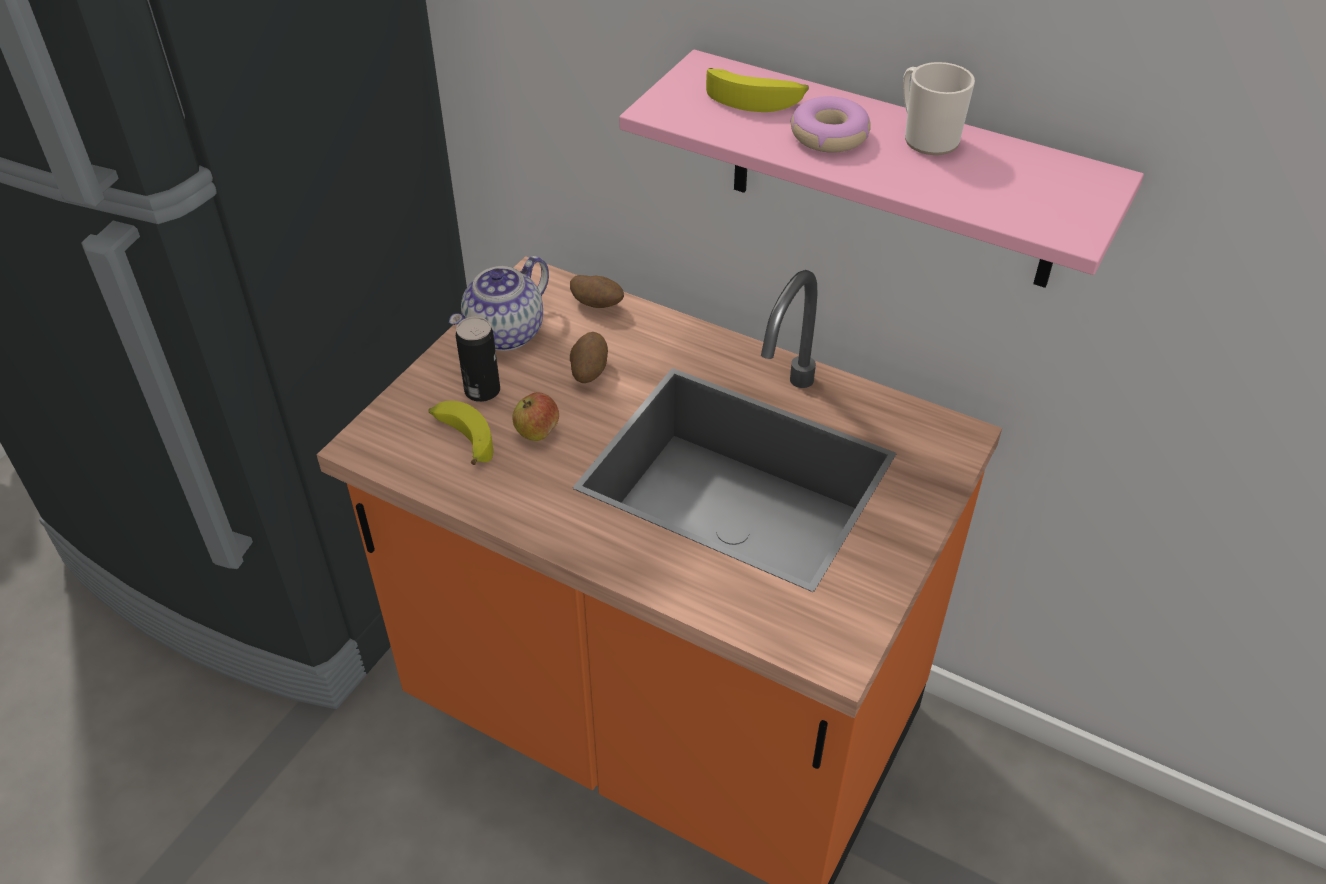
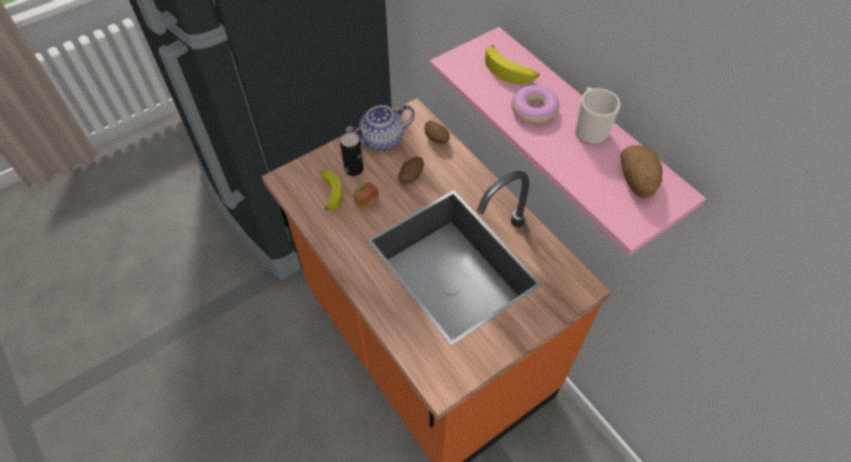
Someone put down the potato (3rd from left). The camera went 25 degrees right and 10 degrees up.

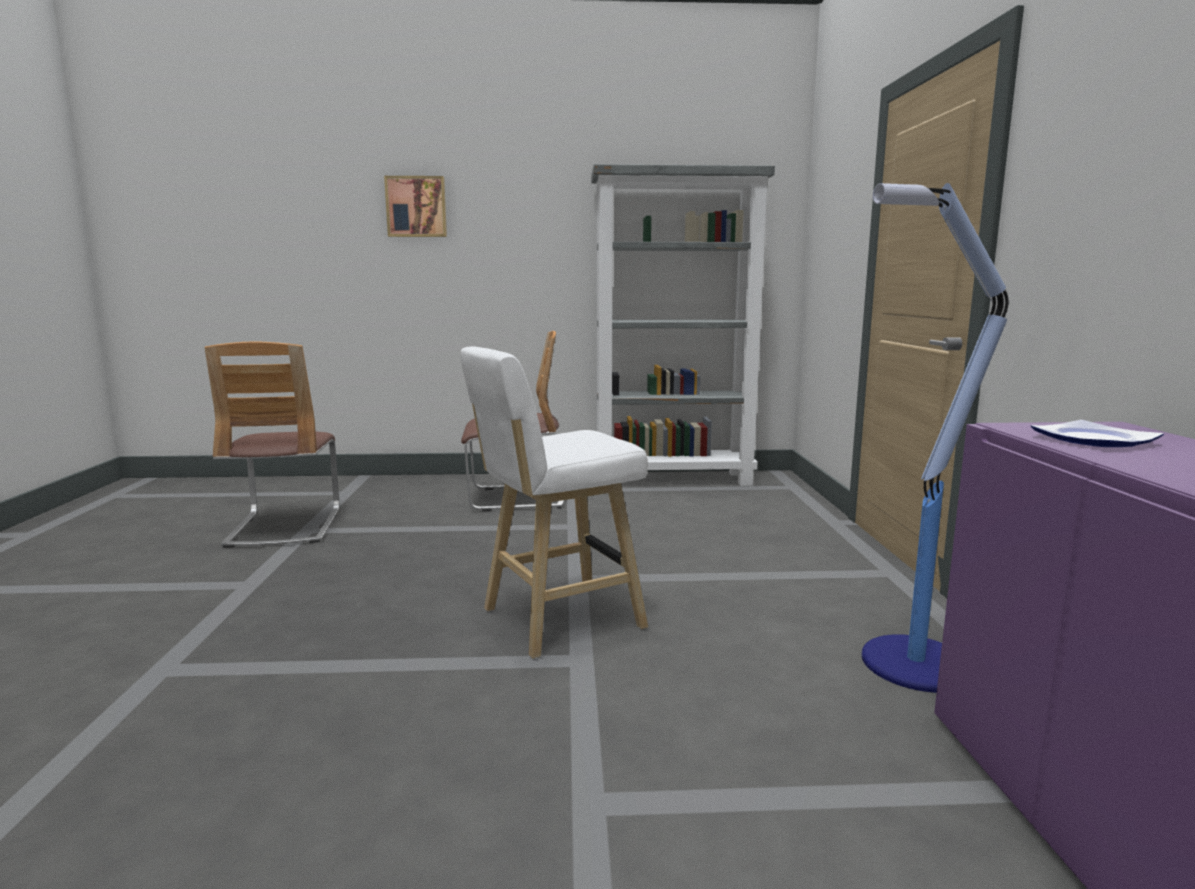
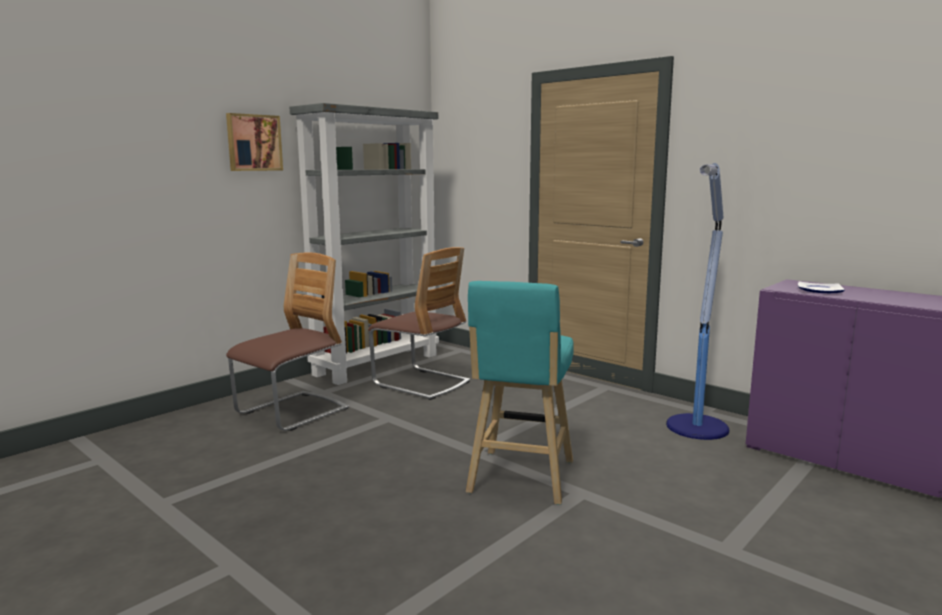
Someone carried the picture. Someone carried the chair (1st from left in the first image). Someone repainted the stool/white, which became the stool/turquoise. The camera went 45 degrees left and 0 degrees up.

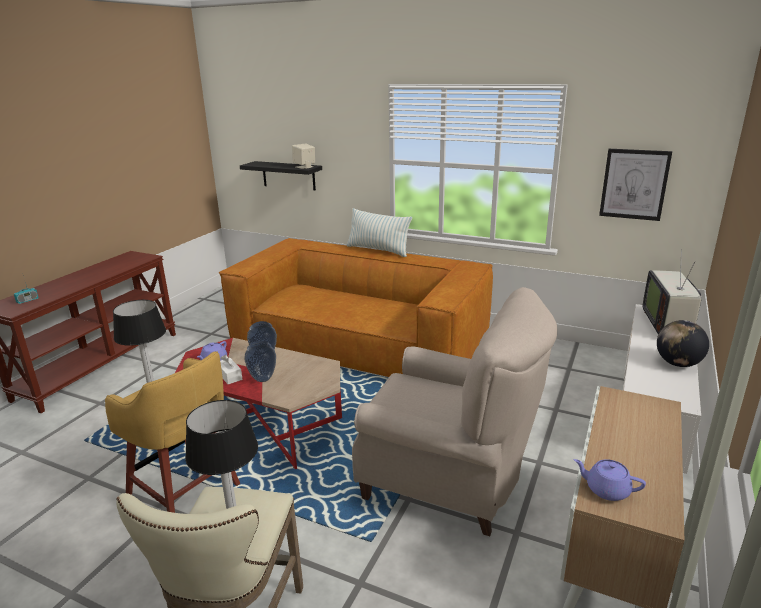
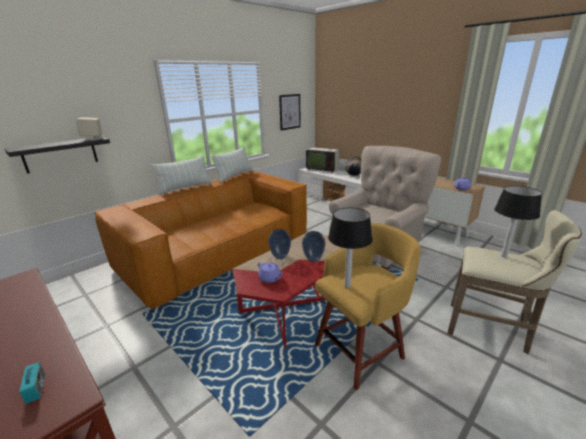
Someone put down the pillow (2nd from left). Someone took away the tissue box/white. The camera went 70 degrees left and 0 degrees up.

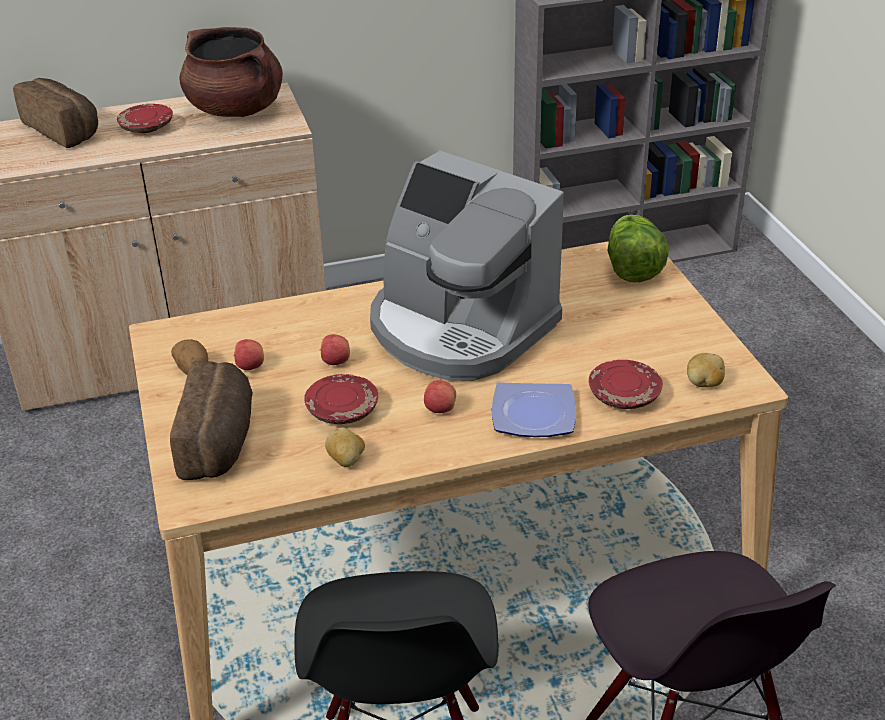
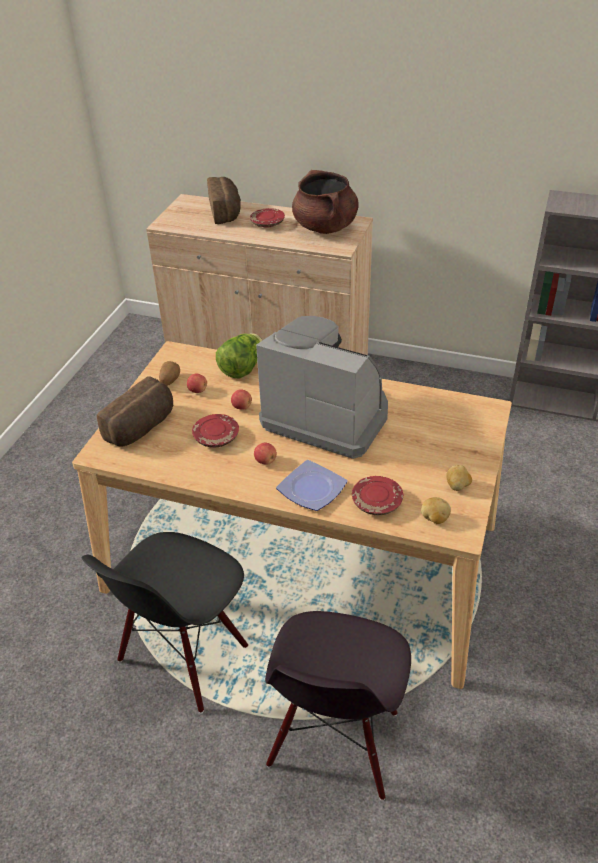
Someone carried the lettuce. Someone rotated the coffee machine by 135 degrees clockwise. Someone carried the potato (2nd from left in the first image). The camera went 35 degrees right and 5 degrees up.

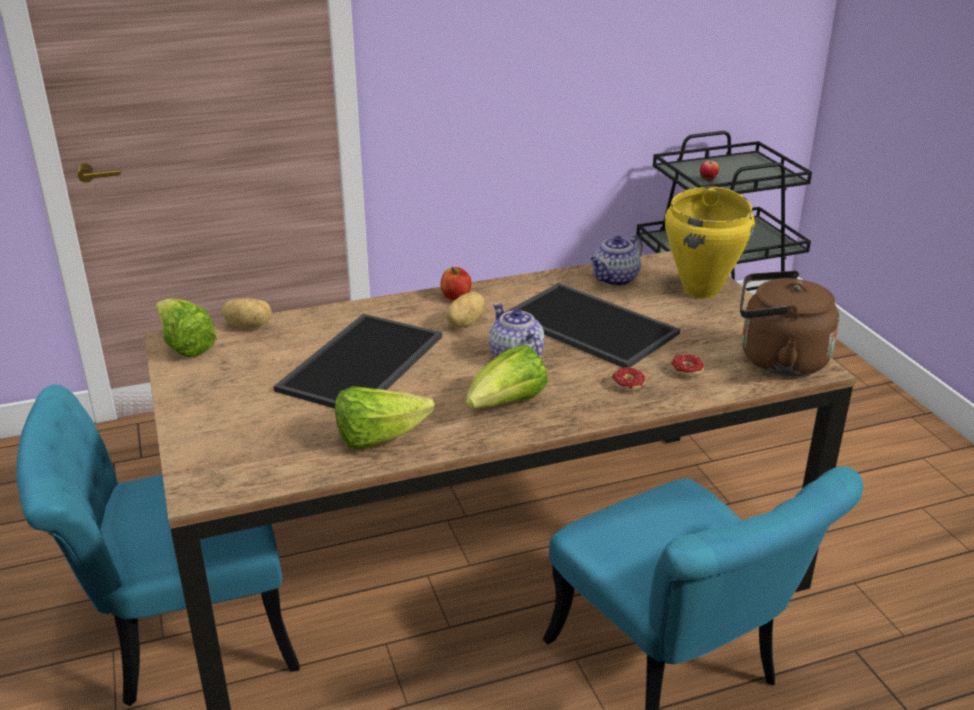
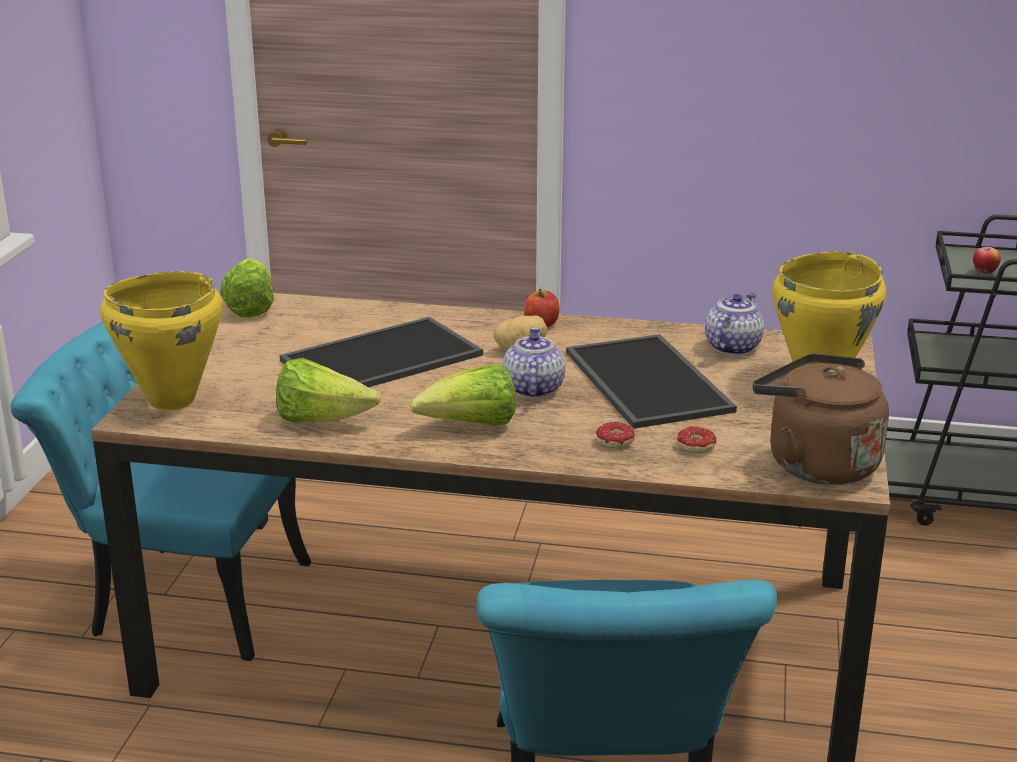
Someone put down the cooking pot/yellow (1st from left). Someone rotated the teapot (2nd from left) by 135 degrees clockwise. Someone took away the potato (1st from left). The camera went 30 degrees right and 5 degrees down.

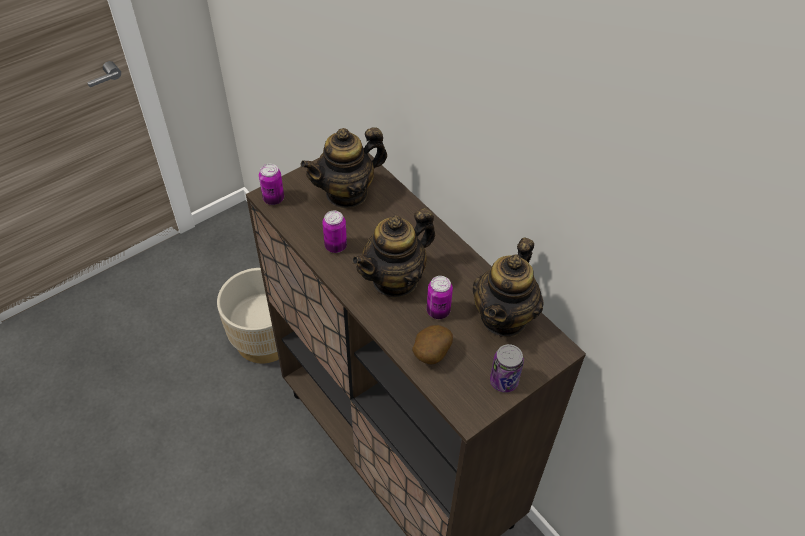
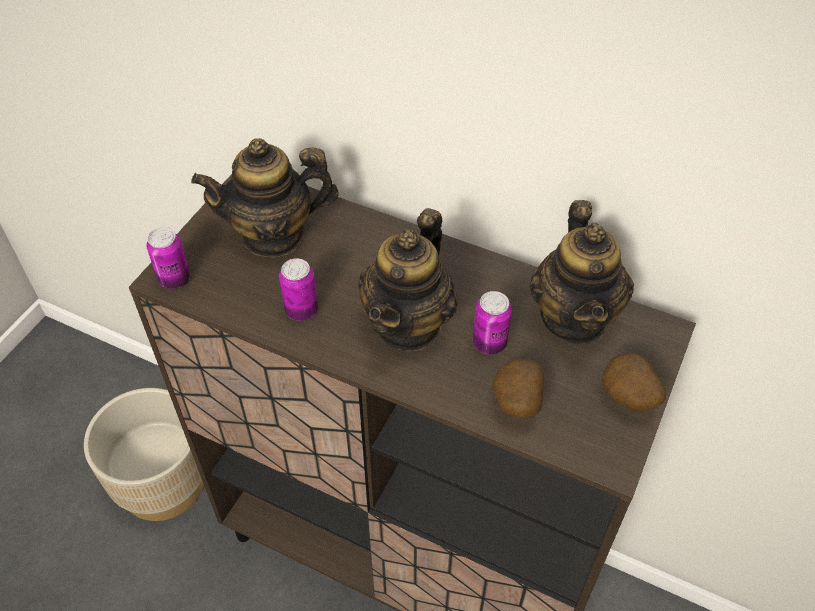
Someone rotated the teapot (1st from left) by 45 degrees clockwise. Someone swapped the can (4th from left) for the potato (2nd from left). The camera went 25 degrees left and 0 degrees up.

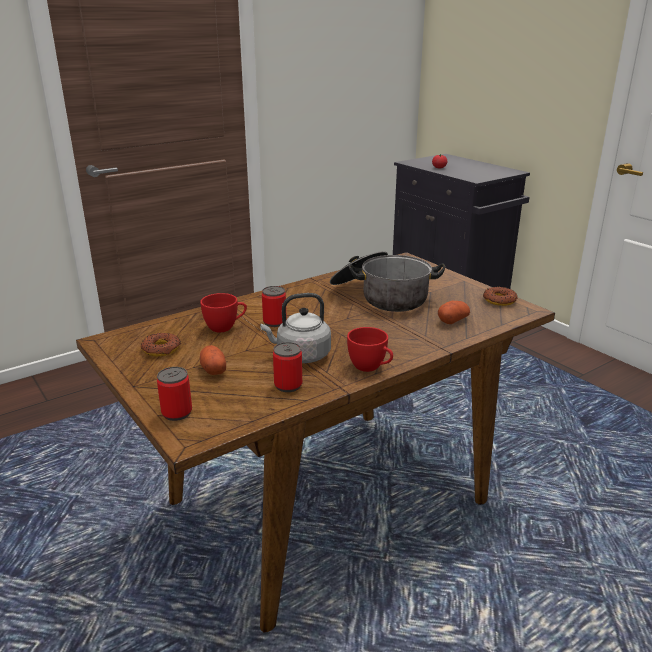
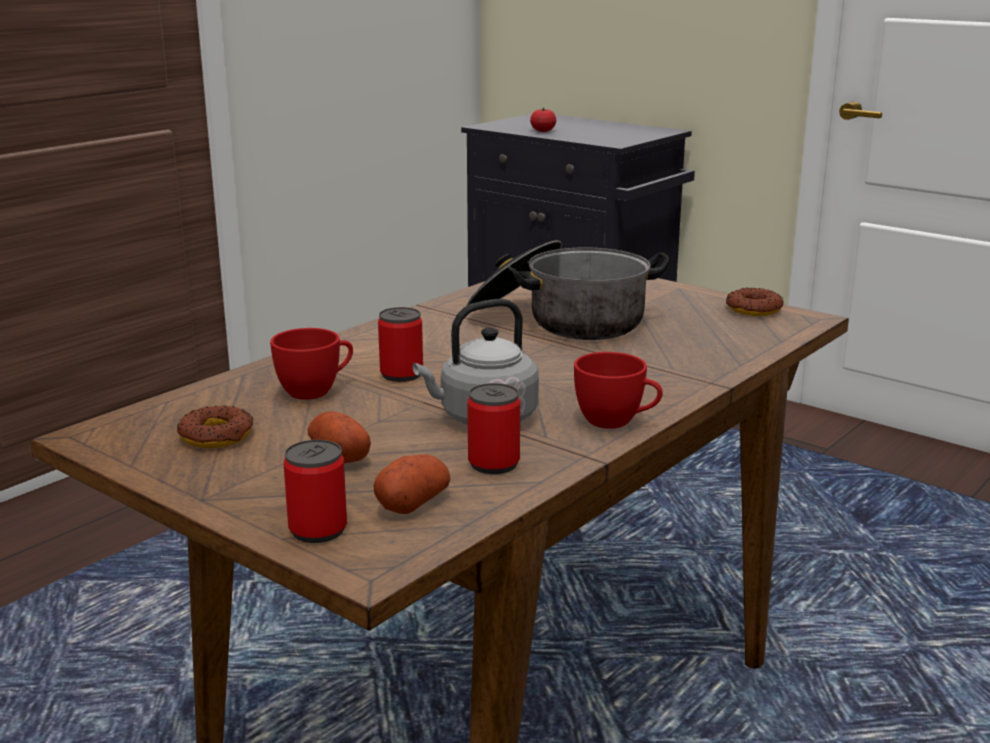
Someone carried the potato (2nd from left). The camera went 15 degrees left and 5 degrees down.

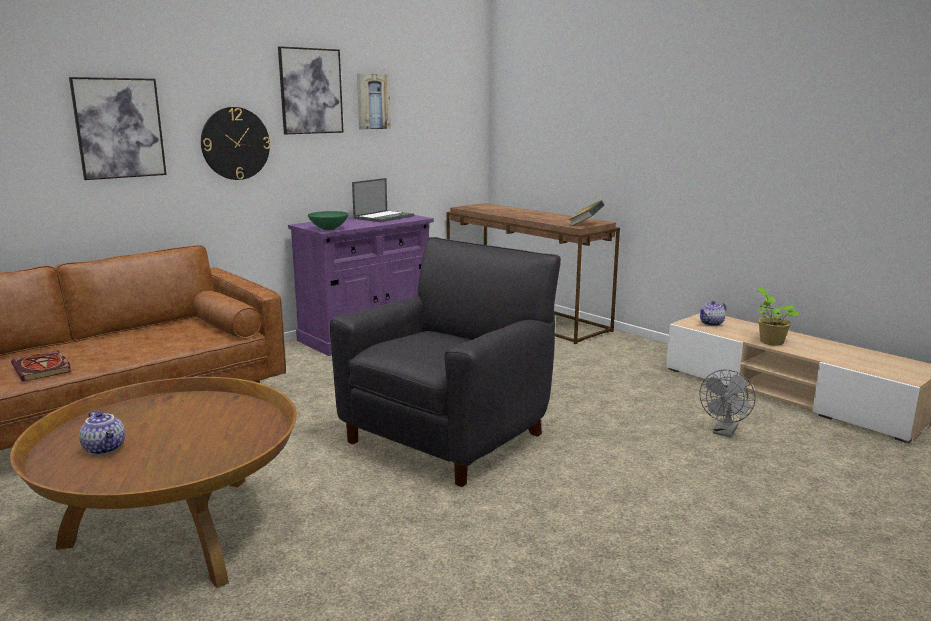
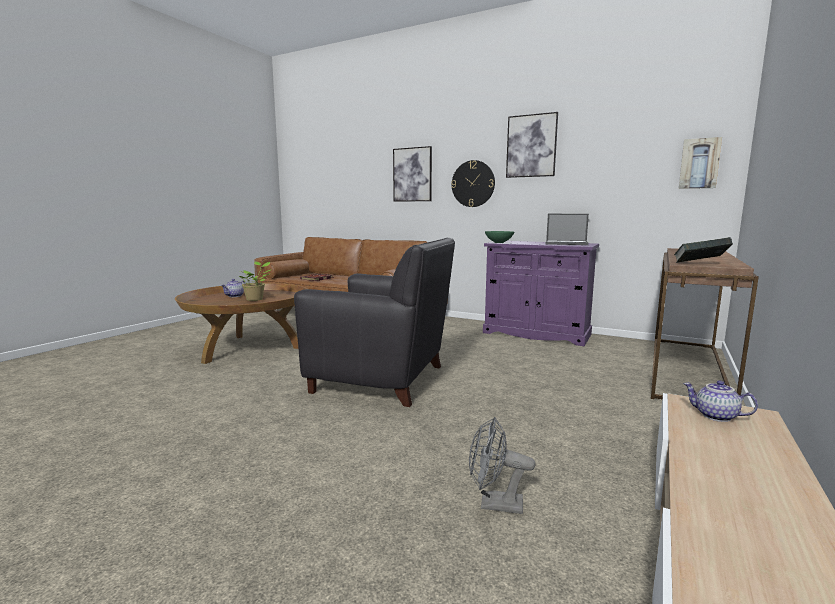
Someone carried the potted plant. Someone carried the picture (3rd from left). The camera went 70 degrees right and 5 degrees down.

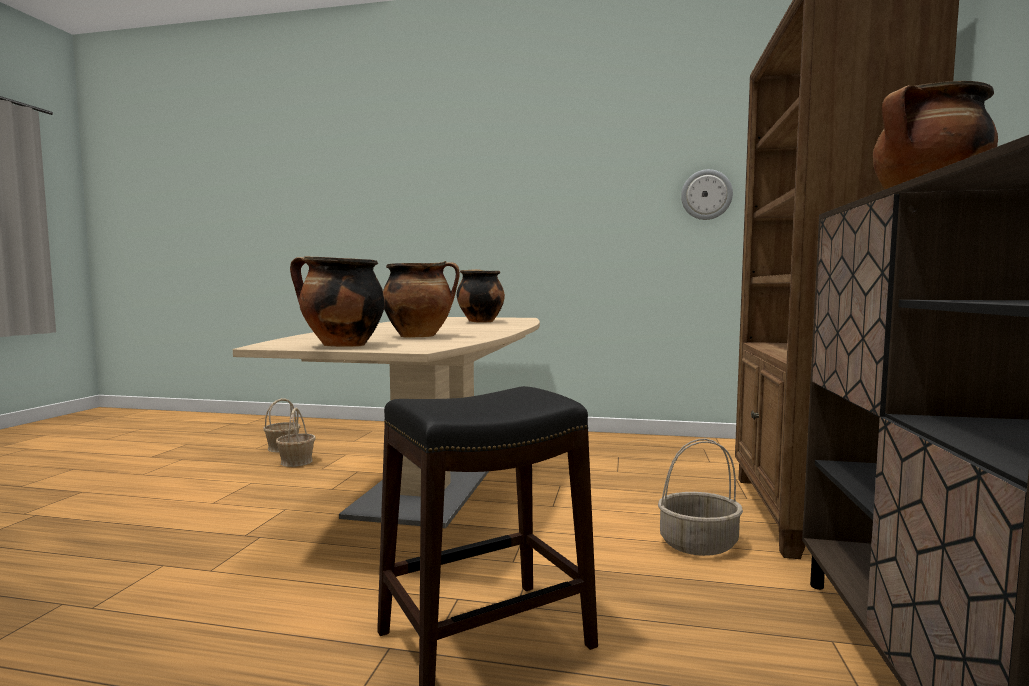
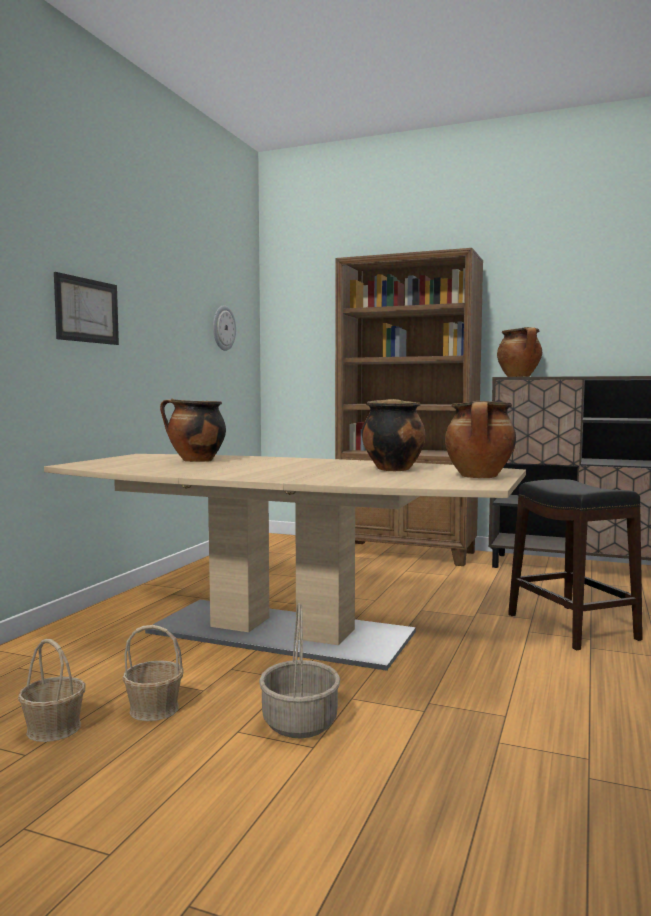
Someone put up the picture. Someone carried the basket (3rd from left). The camera went 80 degrees left and 0 degrees up.

